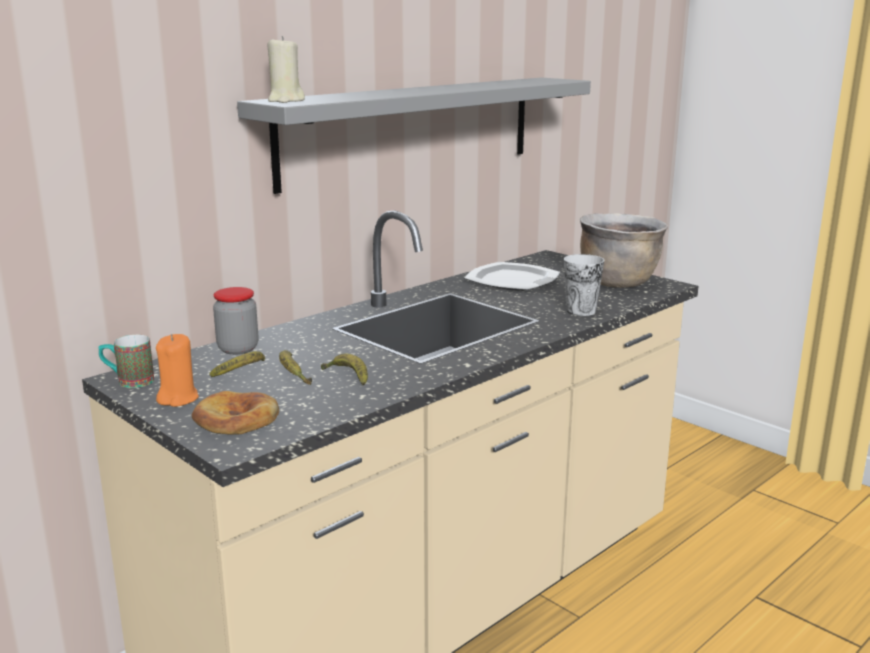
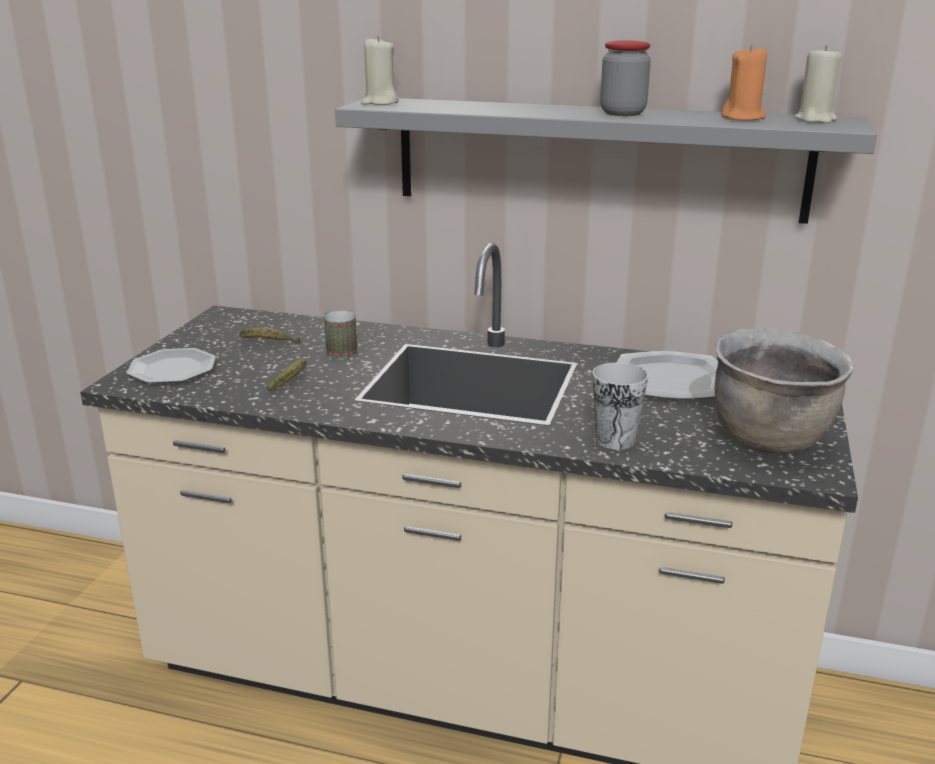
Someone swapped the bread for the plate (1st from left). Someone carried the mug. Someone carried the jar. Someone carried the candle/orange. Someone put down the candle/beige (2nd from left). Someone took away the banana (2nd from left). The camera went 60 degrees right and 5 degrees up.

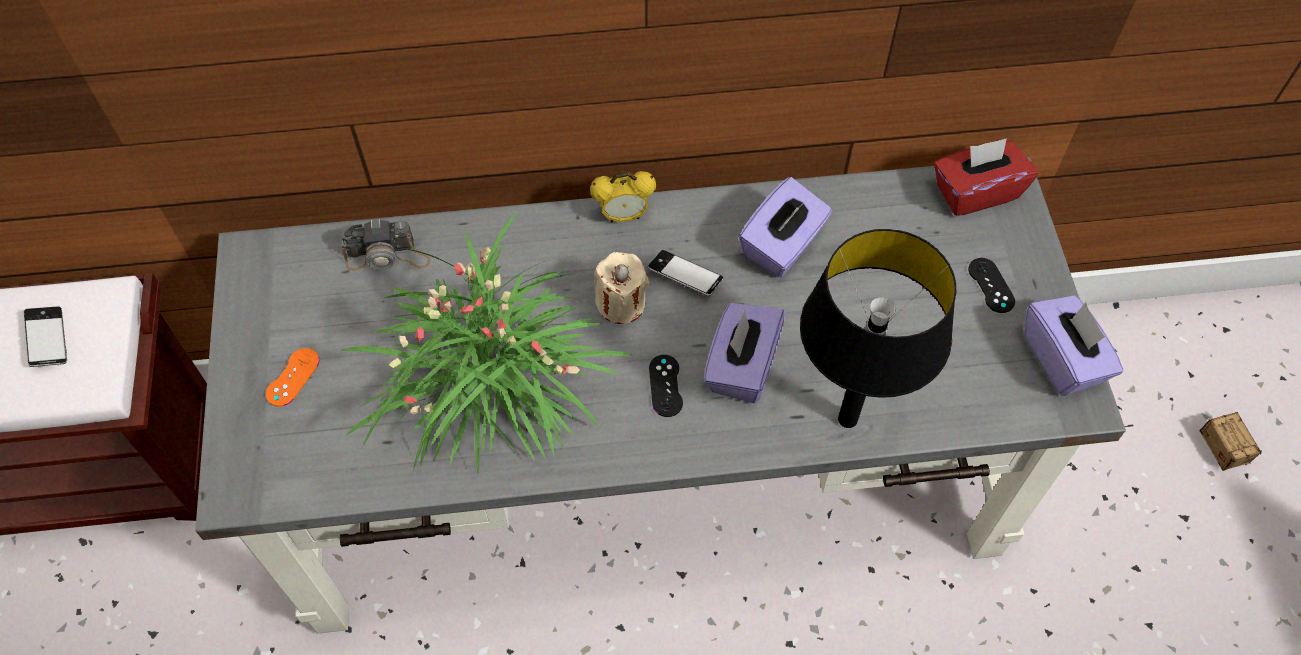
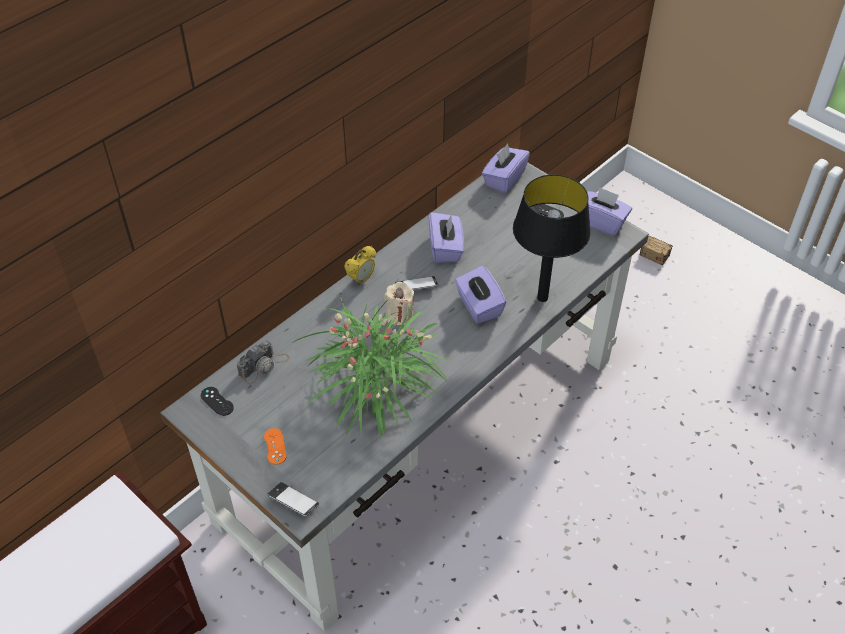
Someone carried the game controller/black (1st from left). Someone carried the phone (1st from left). Someone repainted the tissue box/red, which became the tissue box/purple (3rd from left). The camera went 40 degrees left and 10 degrees down.

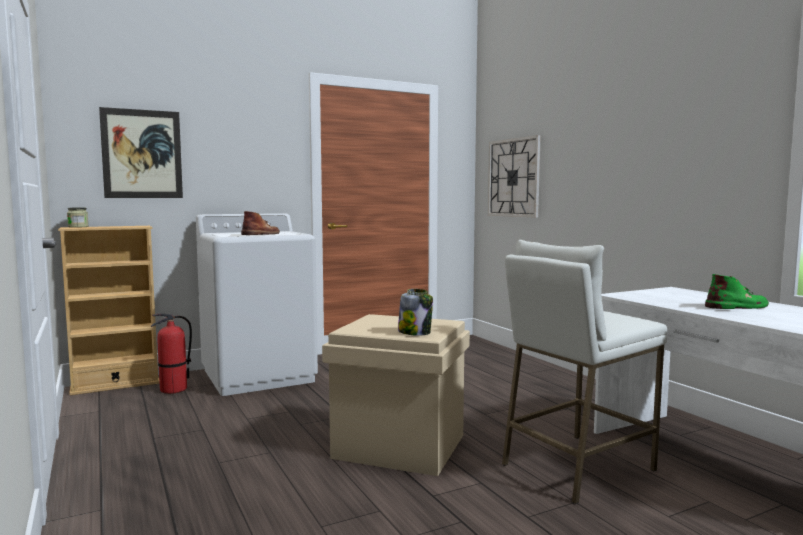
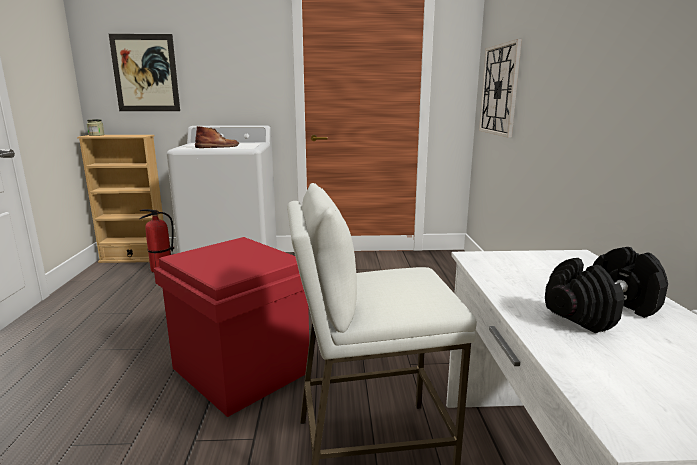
Someone repainted the storage box/beige, which became the storage box/red. Someone swapped the boot/green for the dumbbell/black. Someone took away the jar (2nd from left). The camera went 25 degrees right and 10 degrees up.

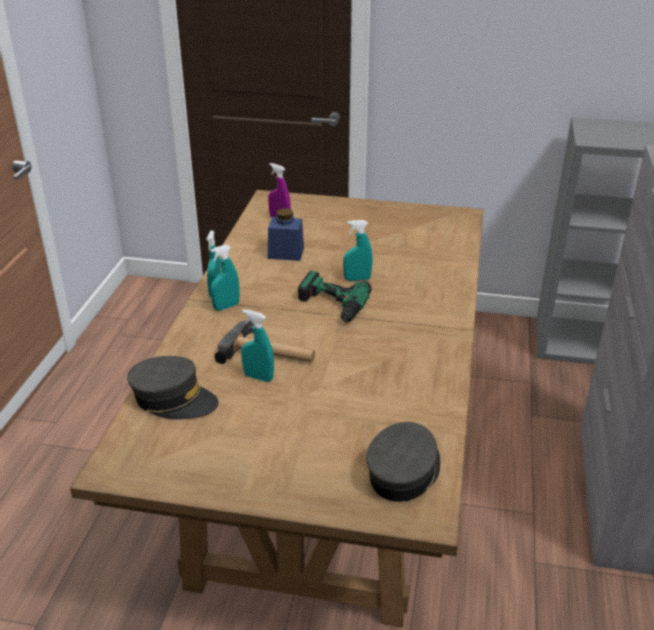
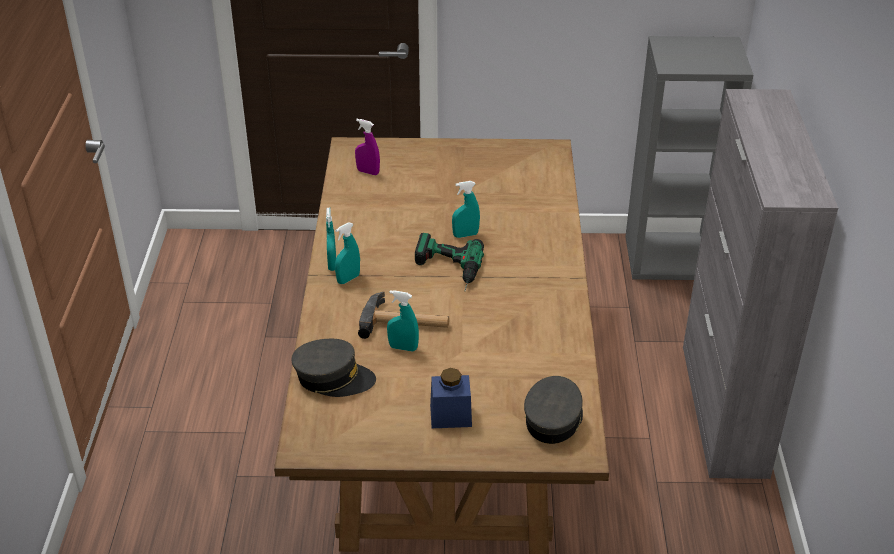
Someone carried the jar/blue. The camera went 10 degrees left and 5 degrees up.

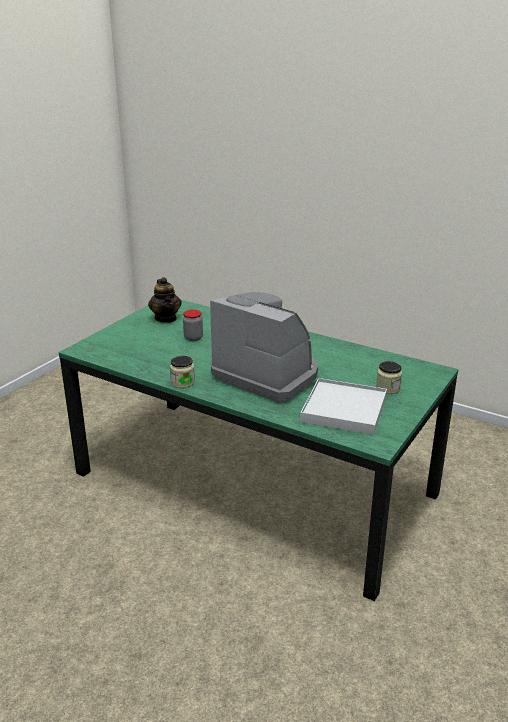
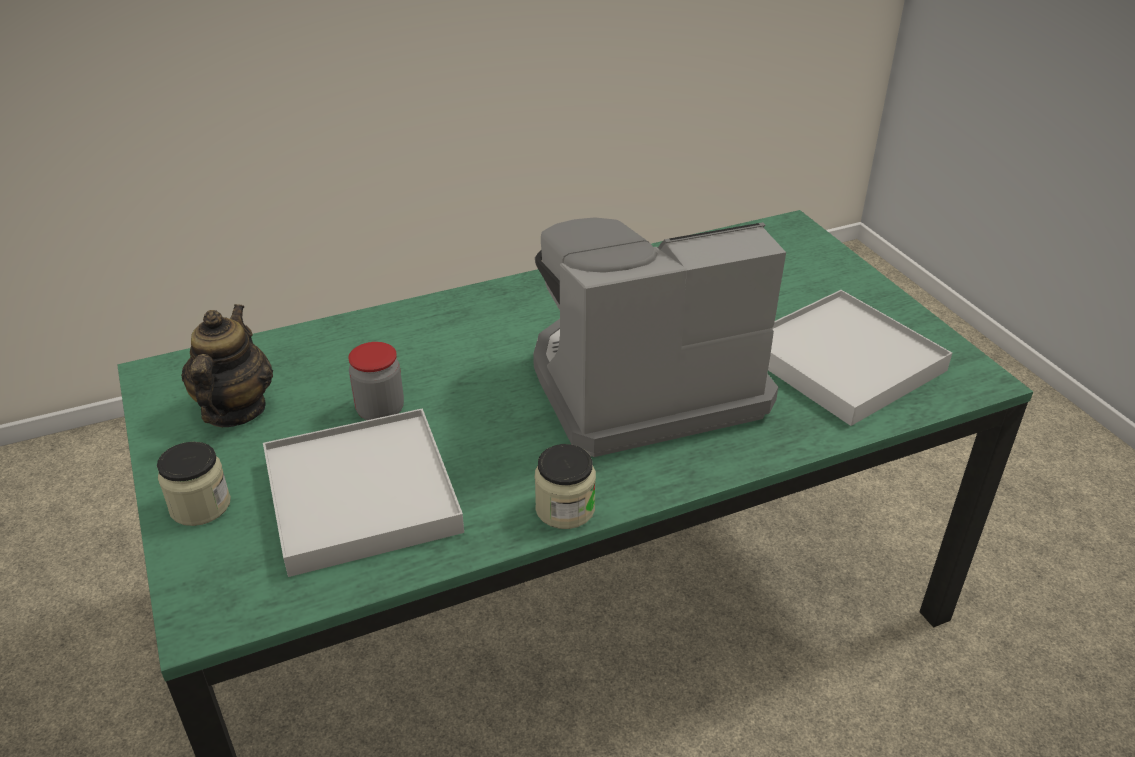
Someone carried the jar (3rd from left in the first image). Someone rotated the teapot by 105 degrees counterclockwise. Someone put down the tray/white (1st from left). The camera went 55 degrees left and 10 degrees up.

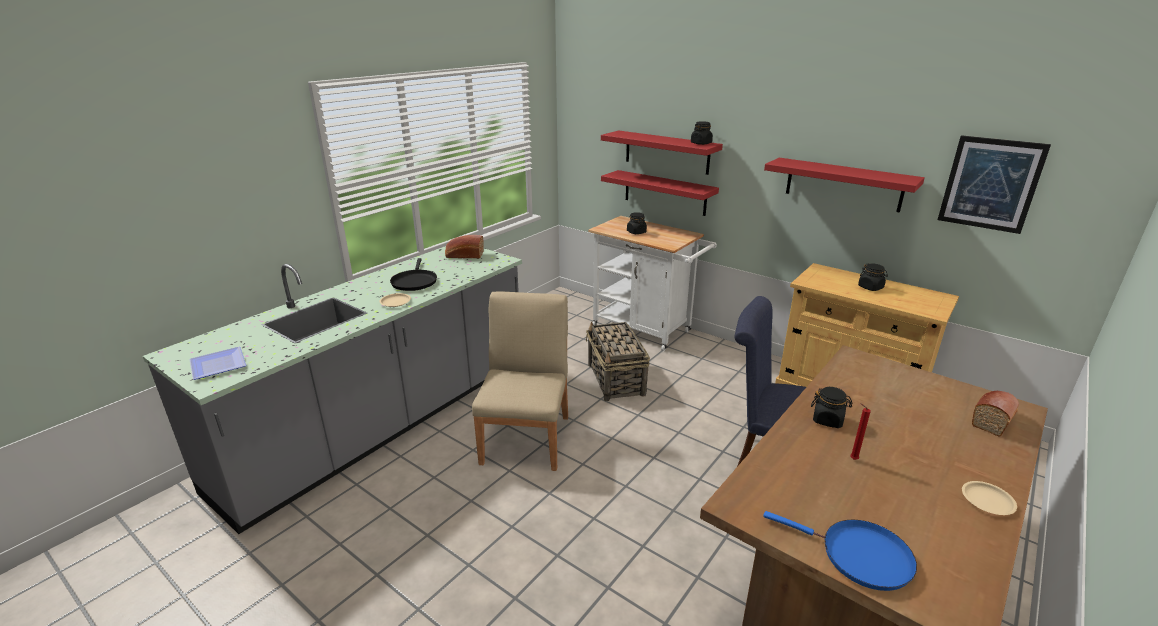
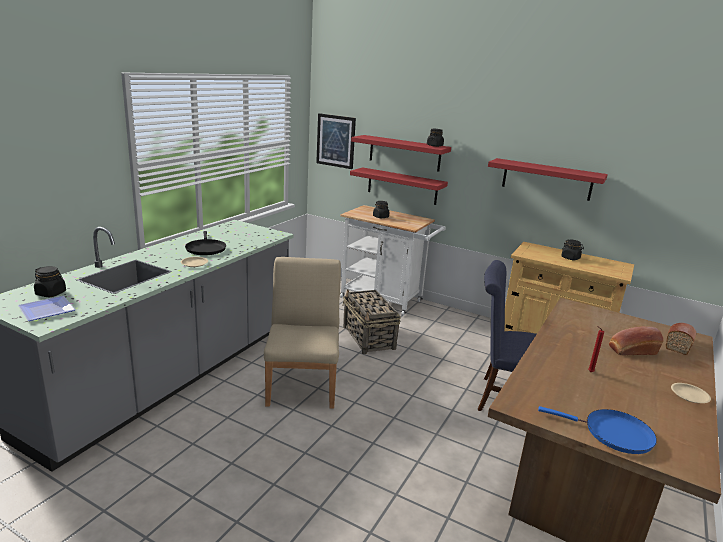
Someone carried the jar/black (3rd from left in the first image). Someone carried the picture. Someone carried the bread (1st from left). The camera went 10 degrees left and 5 degrees down.

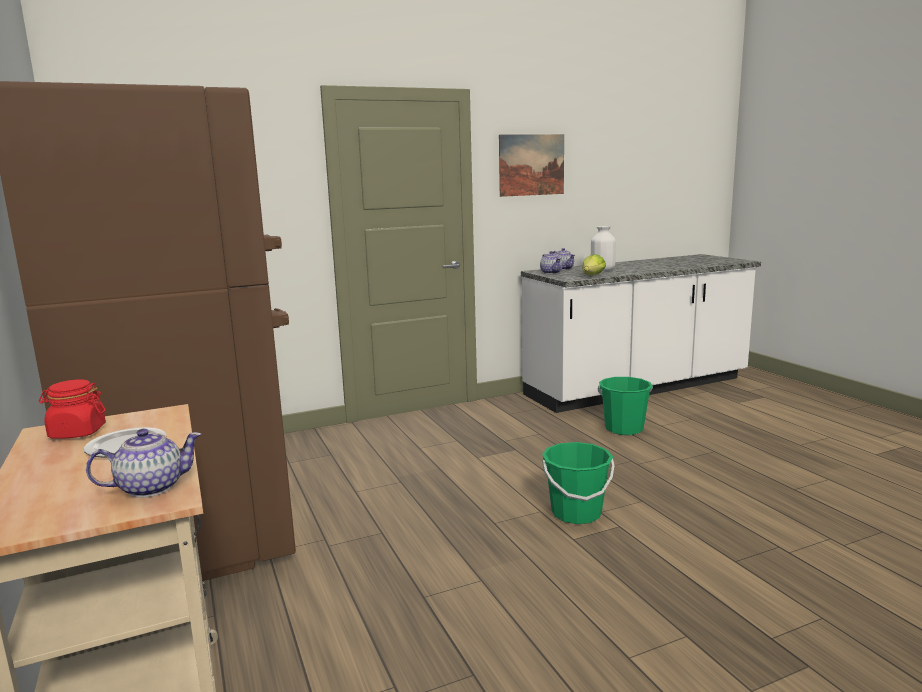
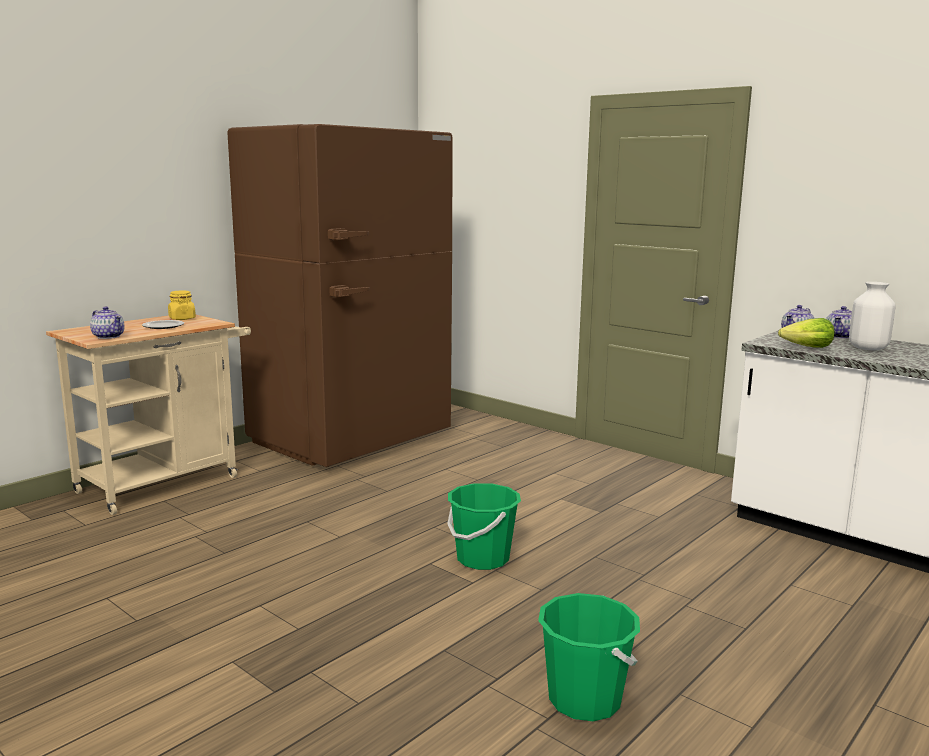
Someone repainted the jar/red, which became the jar/yellow. Someone carried the bucket/green (2nd from left). Someone took away the picture. The camera went 65 degrees right and 0 degrees up.

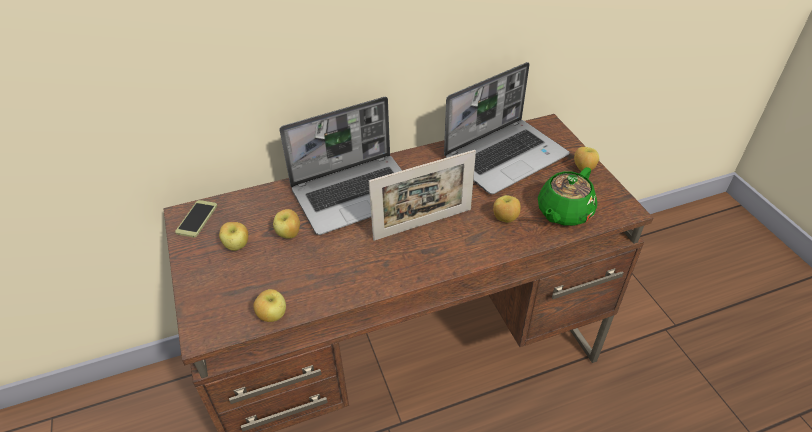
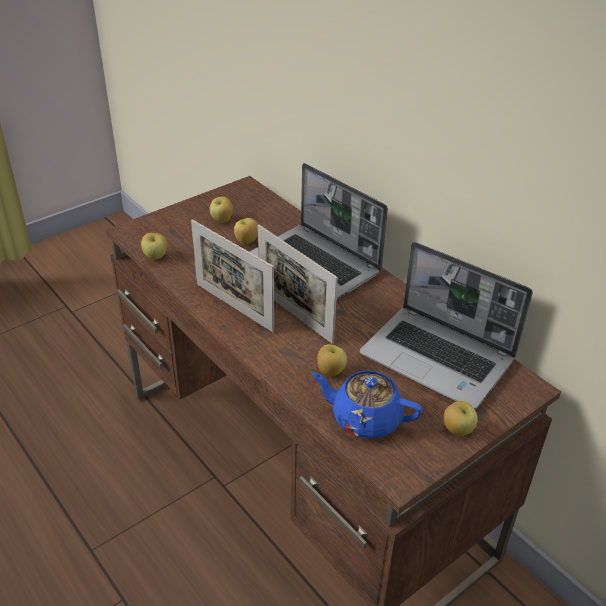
Someone put down the picture frame (1st from left). Someone repainted the teapot/green, which became the teapot/blue. Someone took away the phone. The camera went 70 degrees right and 5 degrees down.

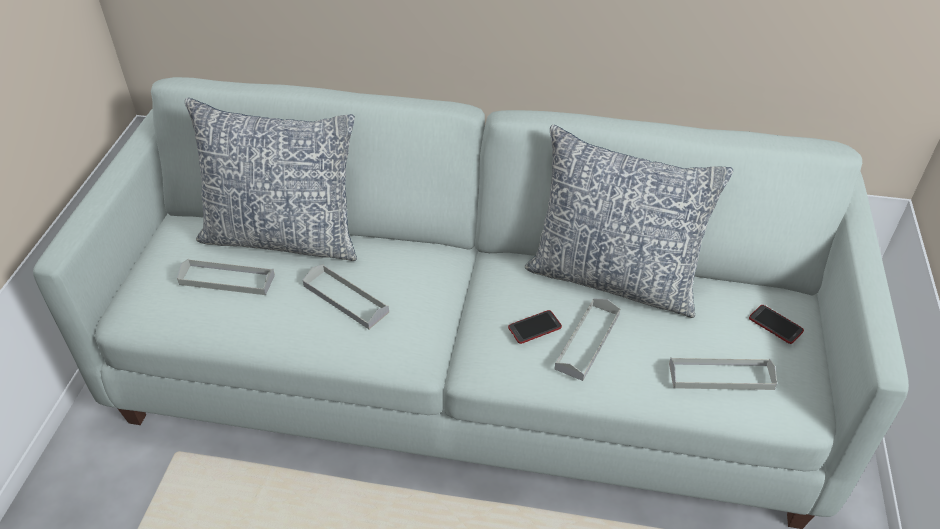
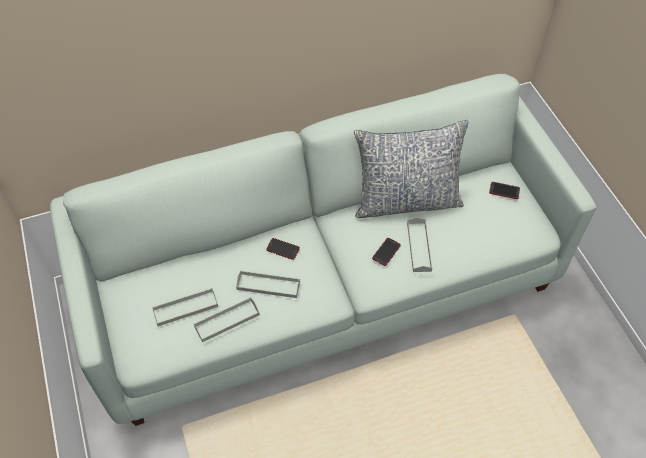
Someone carried the tray/grey (4th from left in the first image). Someone put down the phone (1st from left). Someone took away the pillow (1st from left). The camera went 30 degrees left and 10 degrees up.

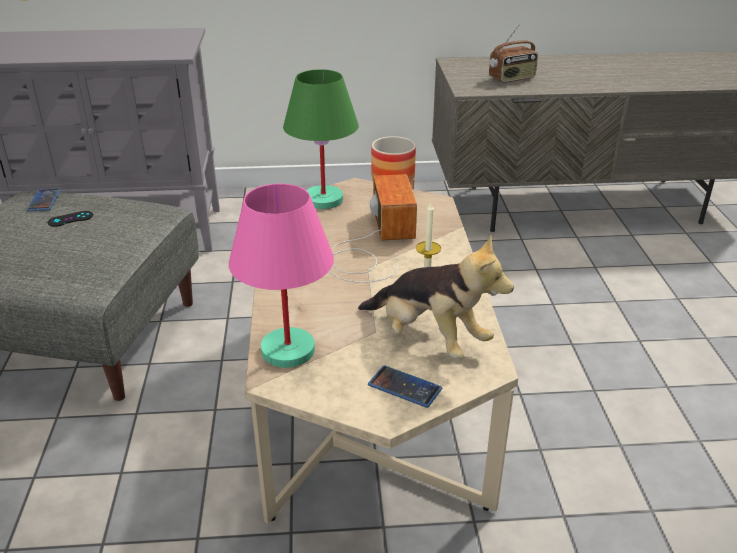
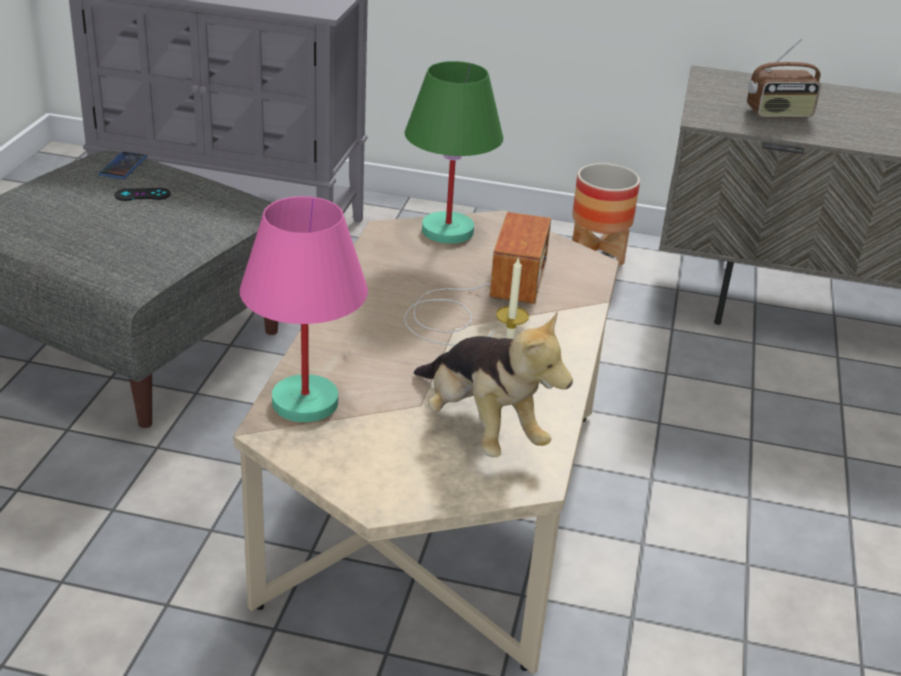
Someone took away the phone (2nd from left). The camera went 15 degrees right and 0 degrees up.

